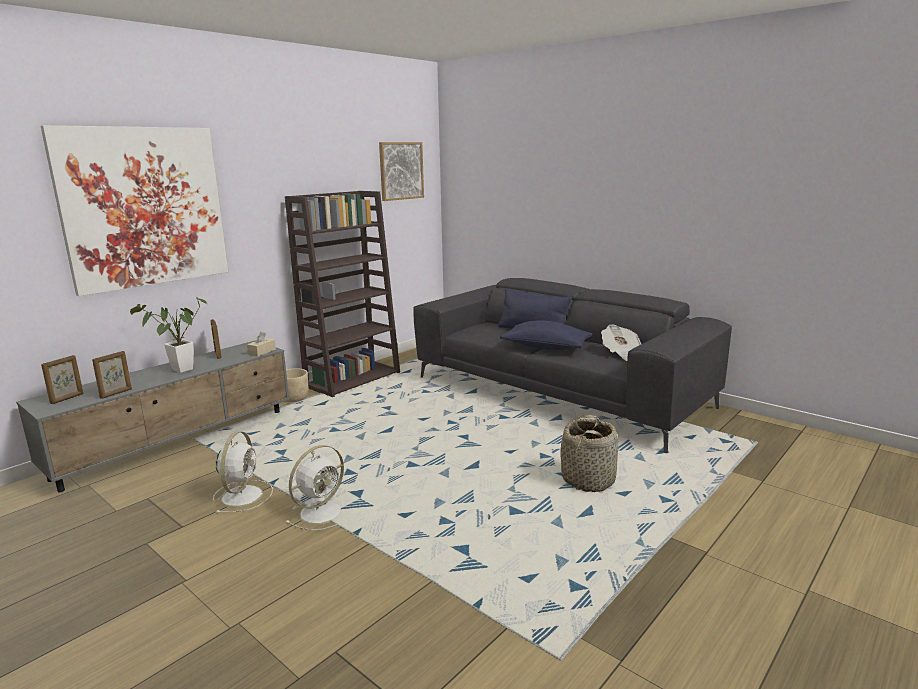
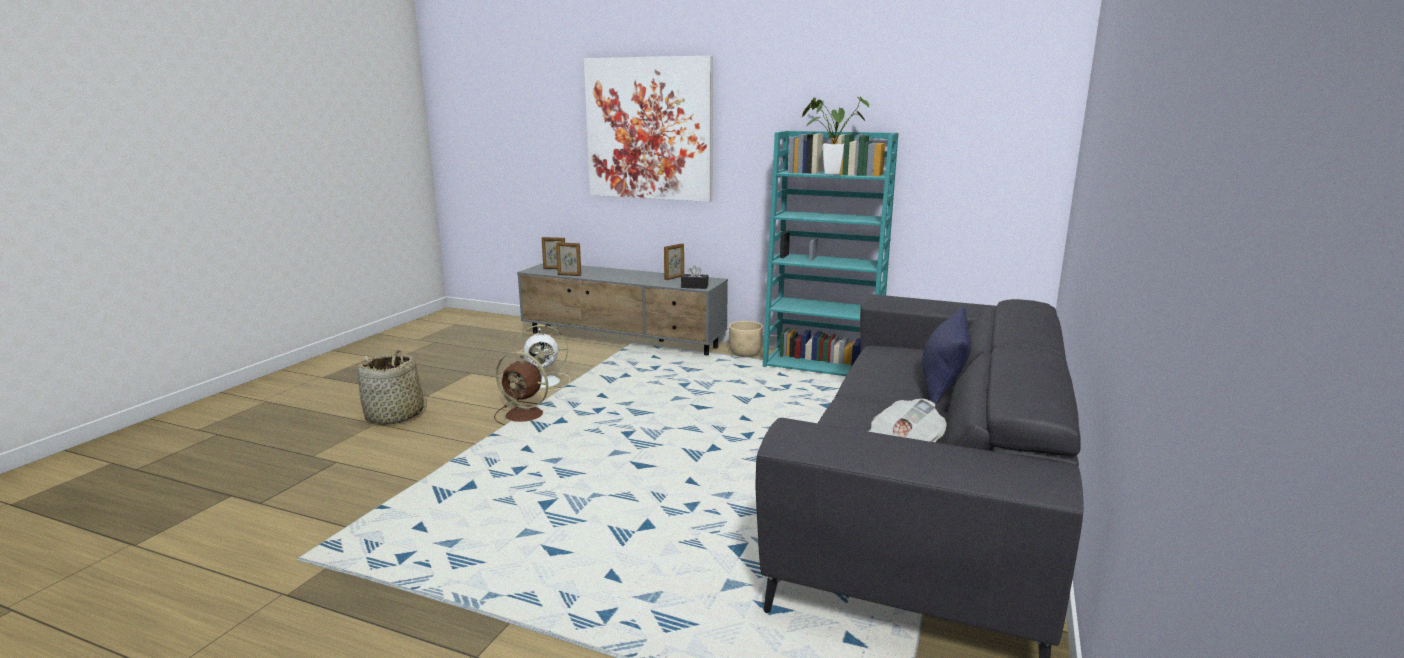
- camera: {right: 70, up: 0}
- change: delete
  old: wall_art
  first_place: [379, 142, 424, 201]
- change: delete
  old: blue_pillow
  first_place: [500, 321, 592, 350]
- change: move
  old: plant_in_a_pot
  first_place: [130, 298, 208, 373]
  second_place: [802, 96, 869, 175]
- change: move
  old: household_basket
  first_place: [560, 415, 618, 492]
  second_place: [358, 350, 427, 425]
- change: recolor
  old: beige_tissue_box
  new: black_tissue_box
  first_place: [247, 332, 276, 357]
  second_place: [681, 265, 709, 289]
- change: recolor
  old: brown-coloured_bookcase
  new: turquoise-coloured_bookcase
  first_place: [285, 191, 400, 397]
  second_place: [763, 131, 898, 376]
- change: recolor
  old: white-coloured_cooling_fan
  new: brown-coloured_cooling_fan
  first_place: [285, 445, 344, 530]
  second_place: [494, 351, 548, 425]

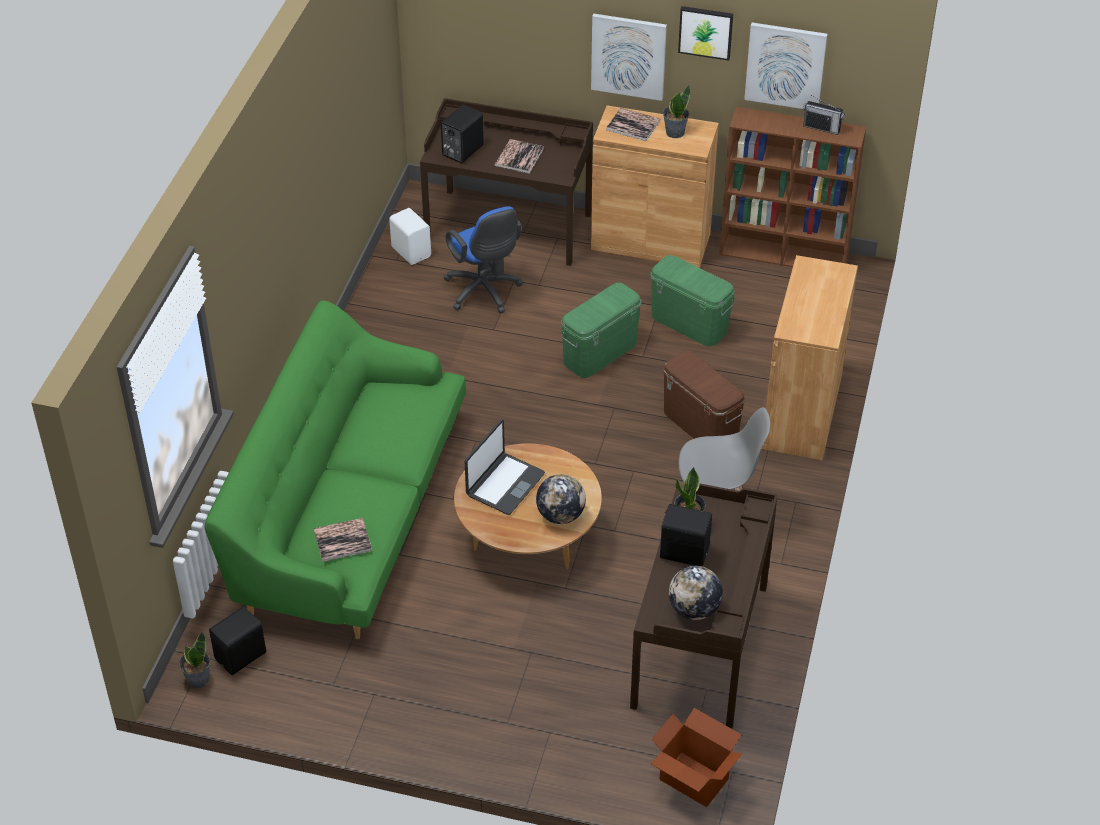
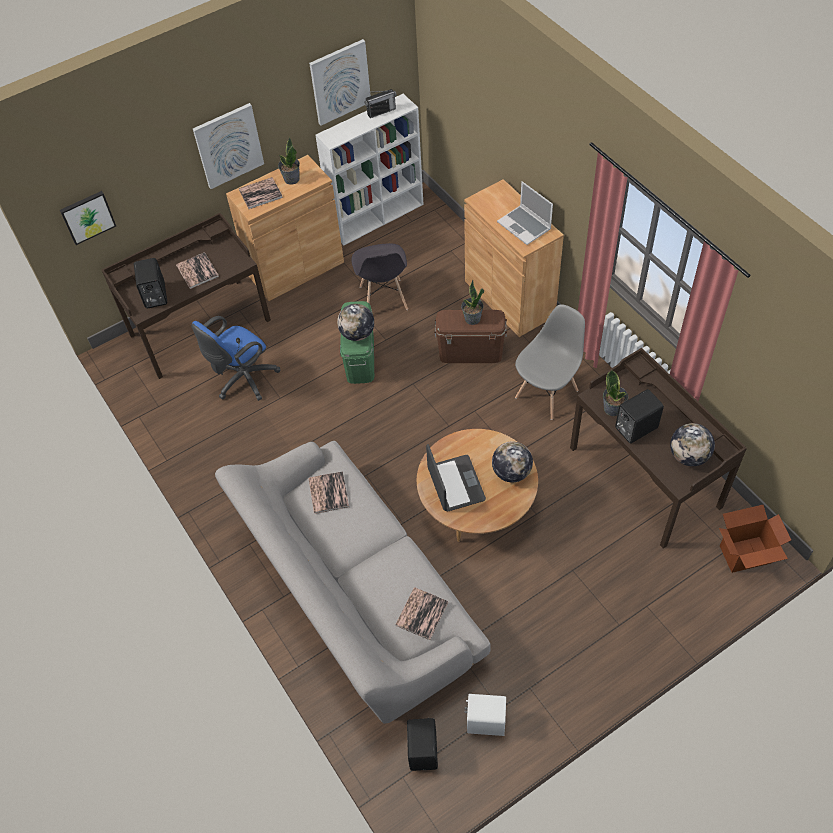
- camera: {right: -45, up: 10}
- change: insert
  new: bound_book
  second_place: [308, 471, 349, 514]
- change: insert
  new: desk_globe
  second_place: [337, 304, 374, 341]
- change: insert
  new: notebook_computer
  second_place: [497, 181, 553, 245]
- change: move
  old: plant_in_a_pot
  first_place: [179, 631, 210, 688]
  second_place: [461, 279, 484, 325]
- change: move
  old: white-coloured_speaker
  first_place: [389, 208, 431, 265]
  second_place: [464, 694, 506, 736]
- change: move
  old: wall_art
  first_place: [678, 6, 733, 61]
  second_place: [60, 191, 116, 245]
- change: replace
  old: greenish_storage_box
  new: greyish_plain_chair
  first_place: [650, 255, 735, 347]
  second_place: [351, 243, 408, 310]
- change: recolor
  old: greenish_sofa
  new: greyish_sofa
  first_place: [205, 300, 466, 639]
  second_place: [215, 441, 490, 723]
- change: recolor
  old: brown-coloured_bookcase
  new: white-coloured_bookcase
  first_place: [719, 107, 866, 267]
  second_place: [315, 94, 424, 245]
- change: rotate
  old: blue_computer_chair
  first_place: [444, 206, 523, 314]
  second_place: [191, 316, 281, 401]
  degrees: 120

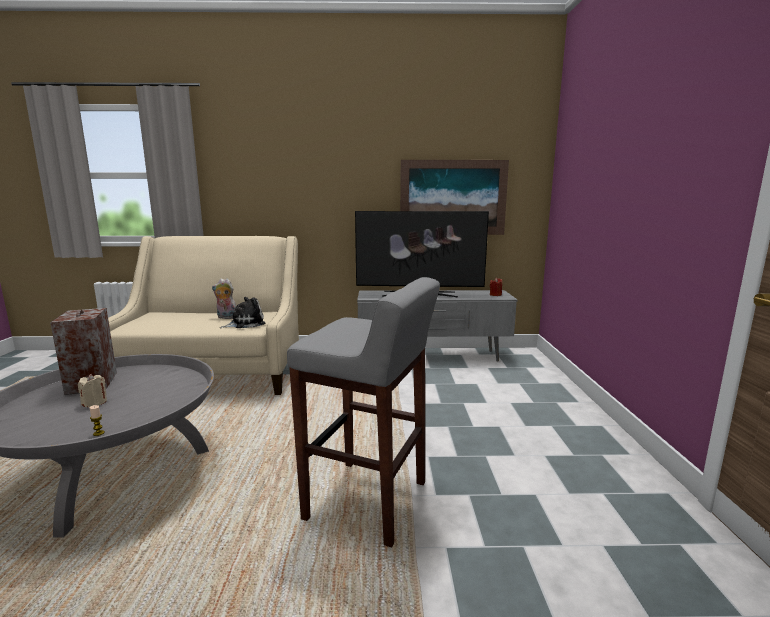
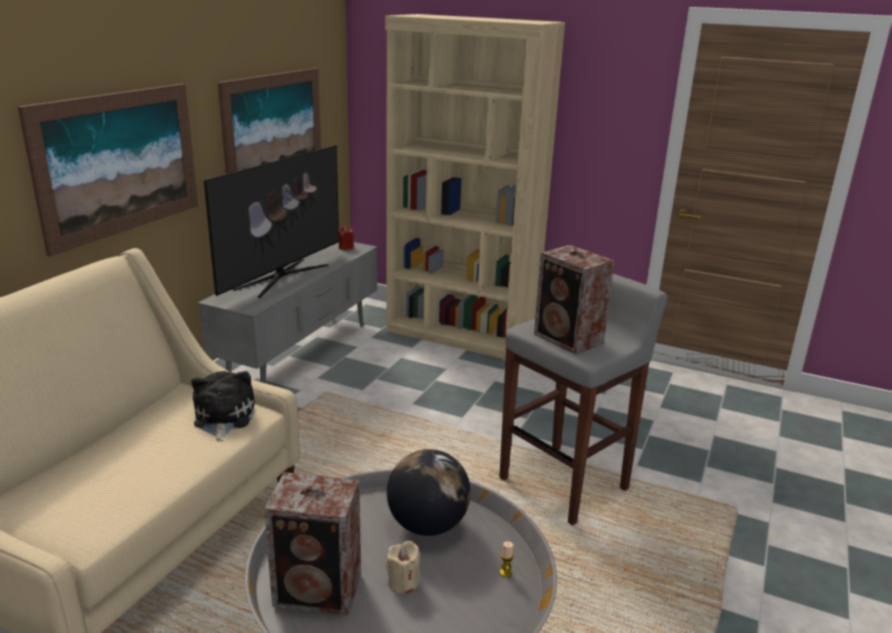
- camera: {right: -65, up: 10}
- change: delete
  old: soft_toy
  first_place: [212, 278, 237, 319]
- change: insert
  new: wall_art
  second_place: [18, 84, 198, 256]
- change: insert
  new: beige_bookcase
  second_place: [385, 14, 565, 361]
- change: insert
  new: desk_globe
  second_place: [387, 449, 471, 536]
- change: insert
  new: speaker
  second_place: [534, 245, 615, 354]

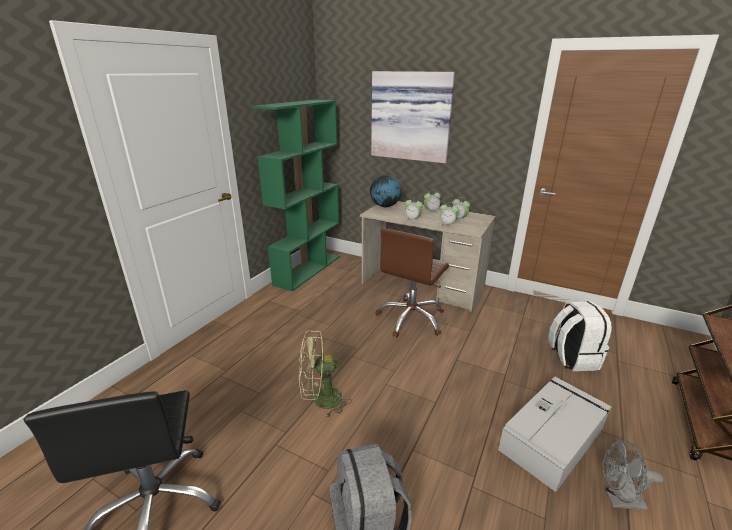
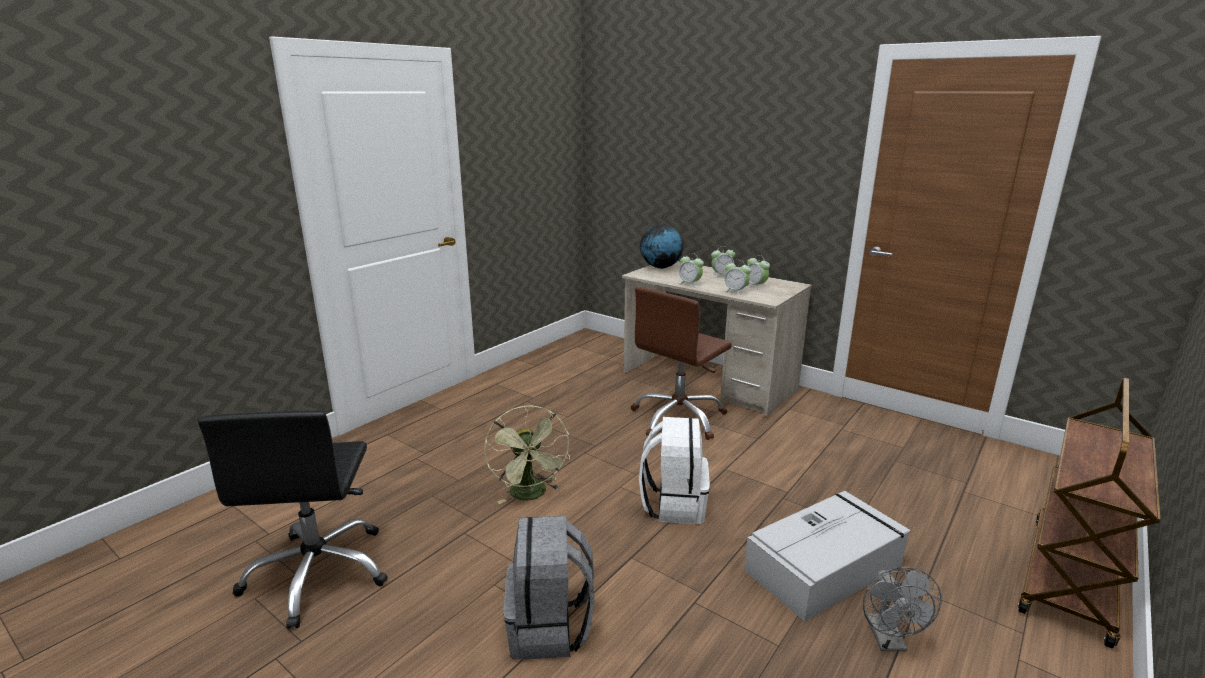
- camera: {right: 10, up: -5}
- change: delete
  old: greenish_bookcase
  first_place: [252, 100, 340, 292]
- change: delete
  old: wall_art
  first_place: [371, 71, 455, 163]
- change: move
  old: white-coloured_backpack
  first_place: [548, 301, 612, 371]
  second_place: [639, 417, 710, 524]
- change: rotate
  old: greenish_cooling_fan
  first_place: [299, 331, 352, 418]
  second_place: [484, 405, 570, 504]
  degrees: -105
- change: rotate
  old: greyish_cooling_fan
  first_place: [603, 440, 664, 511]
  second_place: [863, 567, 942, 652]
  degrees: -105

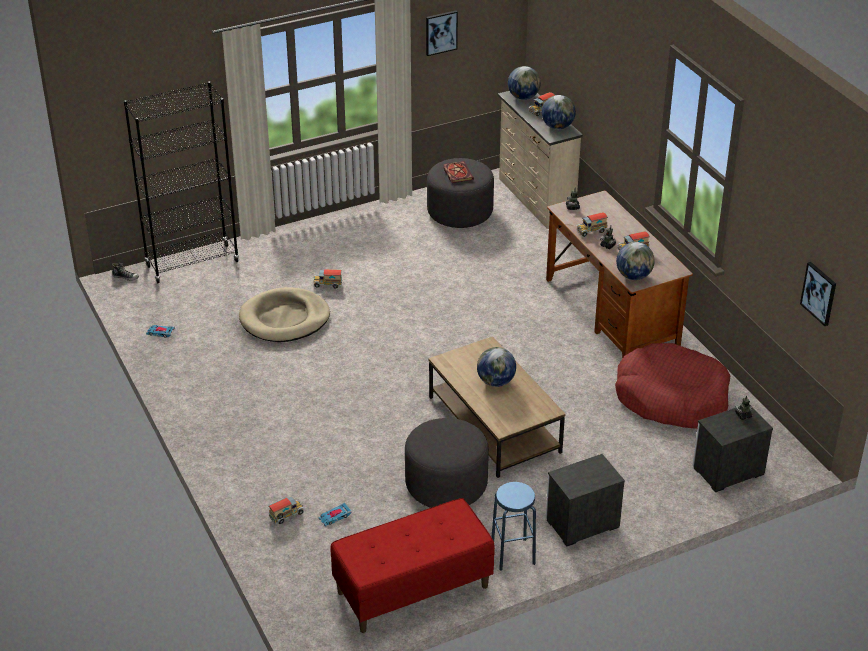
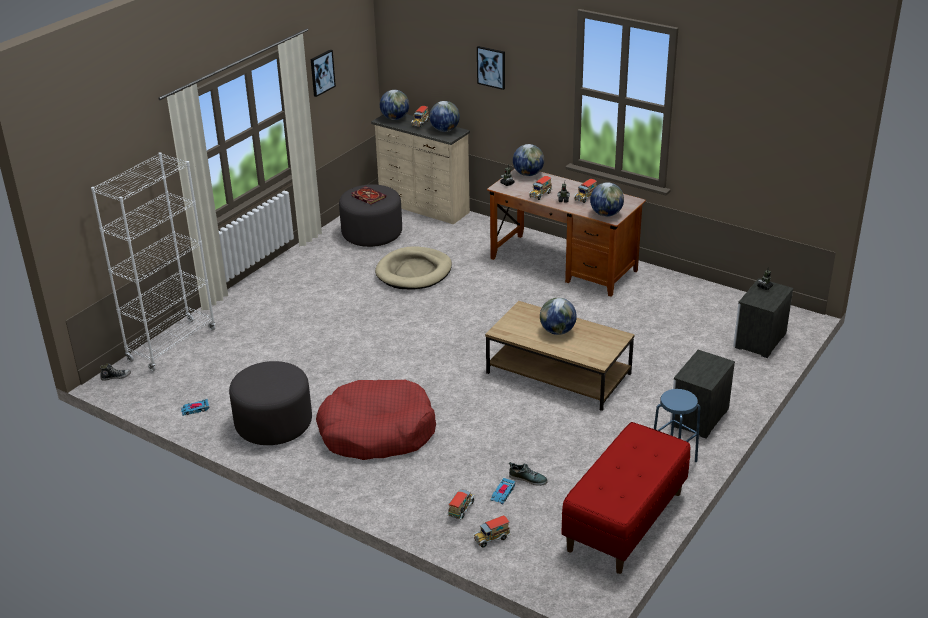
- camera: {right: -30, up: -5}
- change: insert
  new: item_of_footwear
  second_place: [509, 462, 548, 486]
- change: insert
  new: desk_globe
  second_place: [513, 144, 544, 176]
- change: move
  old: beige_dog_cushion
  first_place: [239, 287, 330, 342]
  second_place: [375, 246, 452, 289]
- change: move
  old: model_truck
  first_place: [313, 269, 342, 289]
  second_place: [473, 515, 510, 548]
- change: move
  old: greyish_ottoman
  first_place: [405, 418, 489, 508]
  second_place: [229, 361, 312, 445]
- change: move
  old: red-coloured_dog_cushion
  first_place: [615, 343, 730, 429]
  second_place: [316, 380, 436, 460]
- change: move
  old: wall_art
  first_place: [800, 262, 836, 326]
  second_place: [477, 46, 505, 90]
- change: recolor
  old: black_bookcase
  new: white-coloured_bookcase
  first_place: [124, 81, 239, 283]
  second_place: [91, 152, 216, 371]

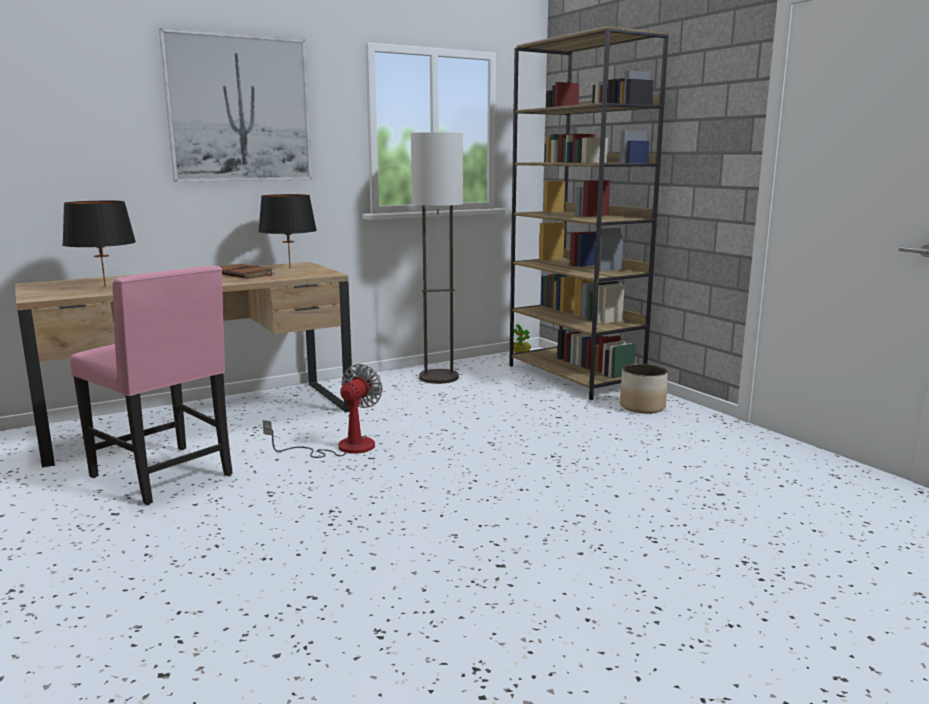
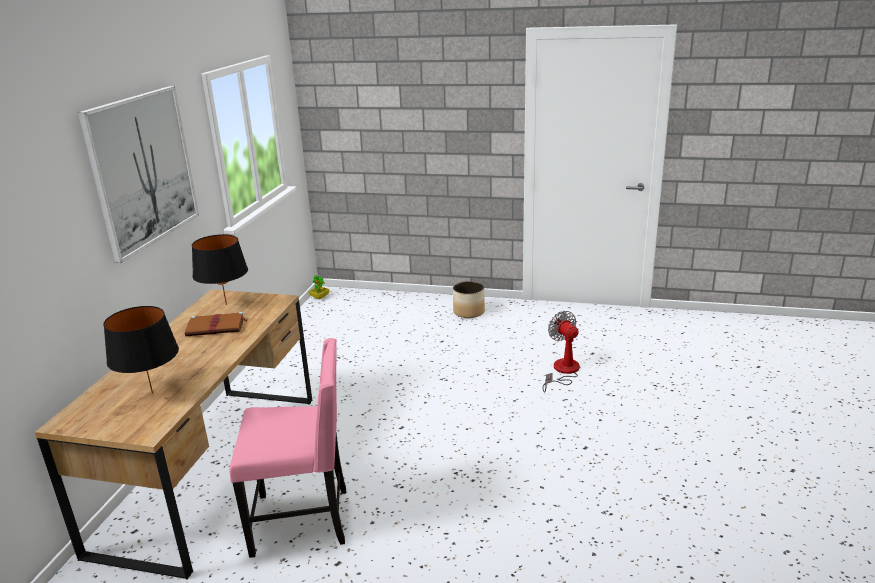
- camera: {right: -45, up: 10}
- change: delete
  old: floor_lamp
  first_place: [411, 132, 463, 384]
- change: delete
  old: brown-coloured_bookcase
  first_place: [509, 26, 669, 400]
- change: move
  old: cooling_fan
  first_place: [263, 364, 383, 458]
  second_place: [543, 311, 580, 393]

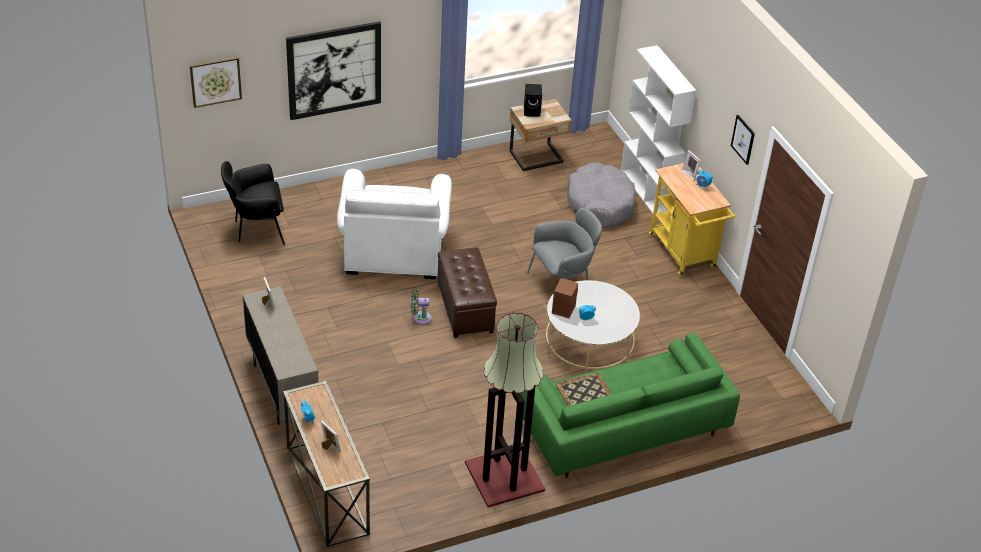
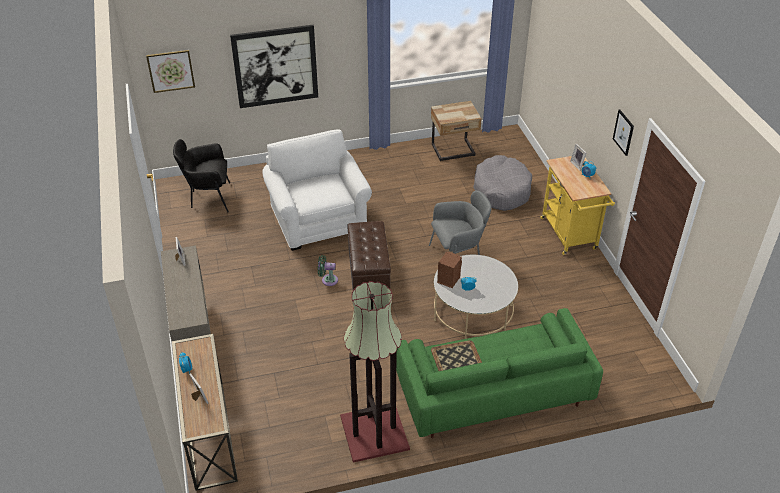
- camera: {right: 10, up: 0}
- change: delete
  old: black_speaker
  first_place: [524, 84, 542, 117]
- change: delete
  old: white-coloured_bookcase
  first_place: [621, 45, 696, 214]
- change: rotate
  old: white-coloured_lounge_chair
  first_place: [337, 169, 452, 279]
  second_place: [262, 129, 372, 251]
  degrees: 150

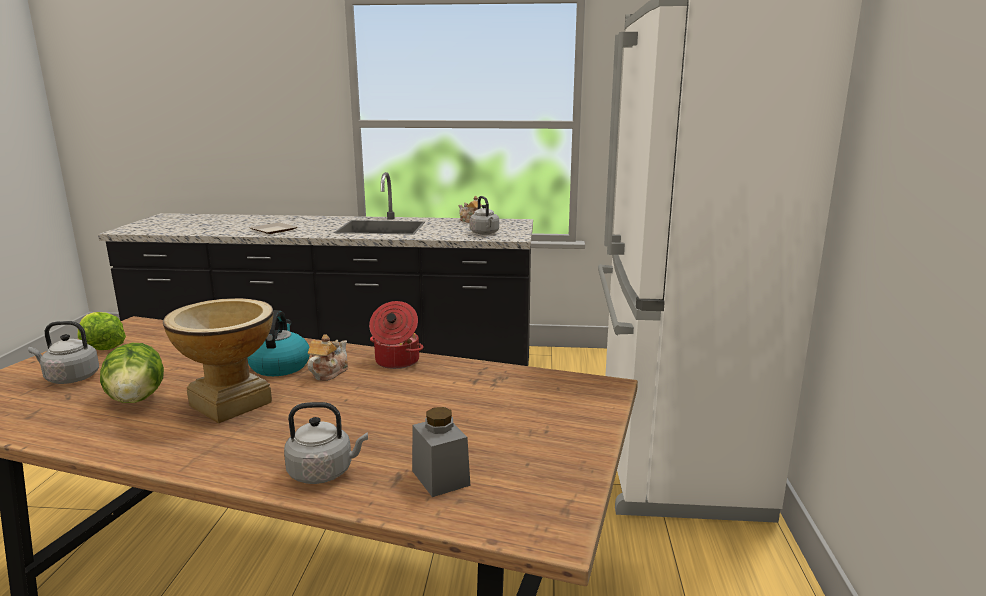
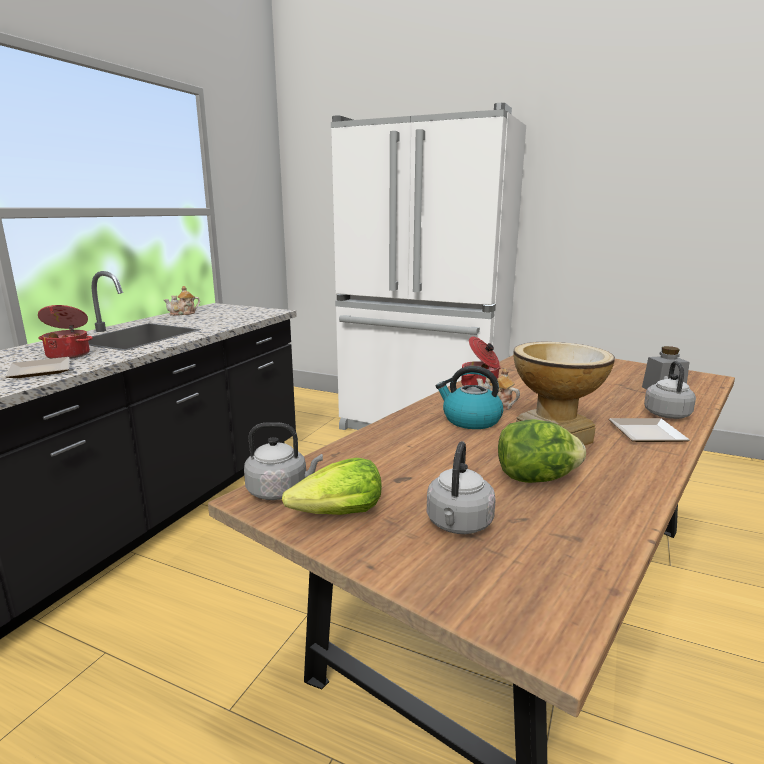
- camera: {right: -70, up: 0}
- change: insert
  new: cooking_pot
  second_place: [38, 305, 93, 359]
- change: insert
  new: dinner_plate
  second_place: [609, 418, 690, 442]
- change: move
  old: greyish_kettle
  first_place: [470, 196, 499, 235]
  second_place: [244, 422, 323, 500]

